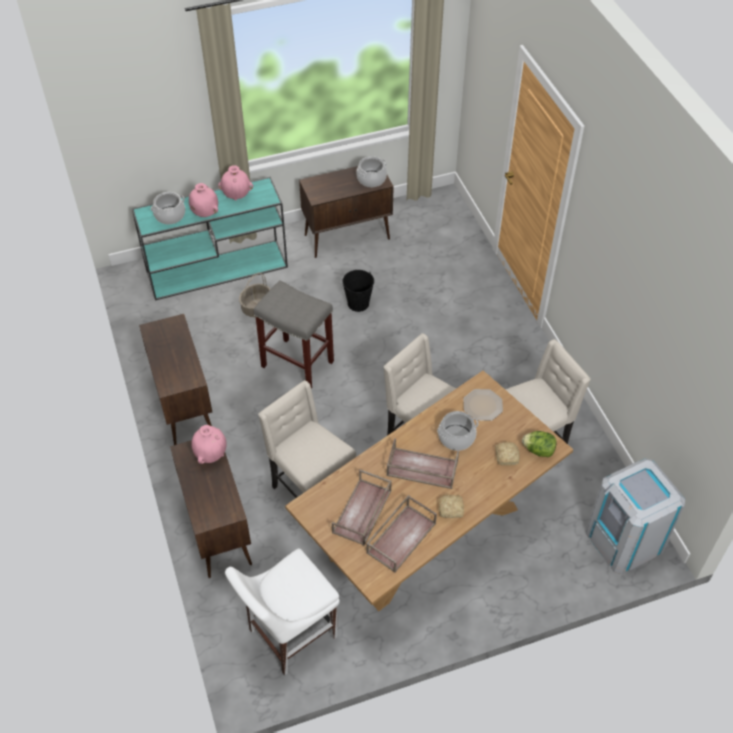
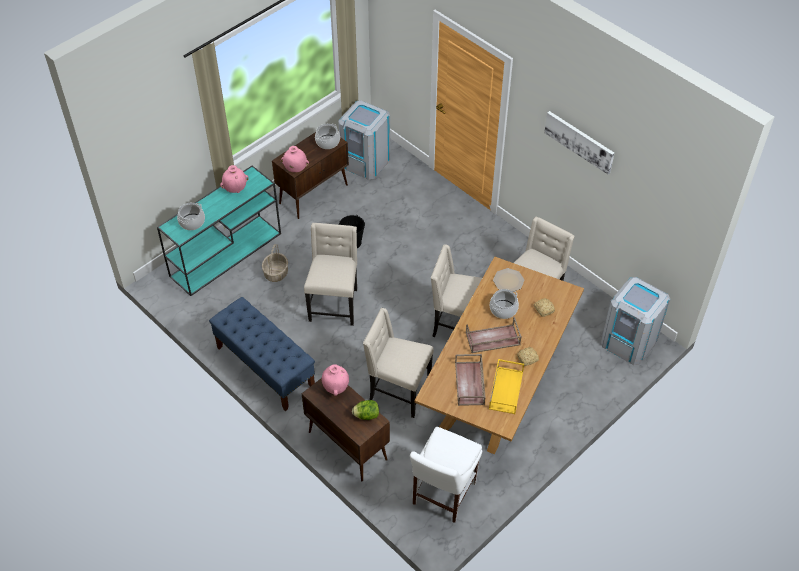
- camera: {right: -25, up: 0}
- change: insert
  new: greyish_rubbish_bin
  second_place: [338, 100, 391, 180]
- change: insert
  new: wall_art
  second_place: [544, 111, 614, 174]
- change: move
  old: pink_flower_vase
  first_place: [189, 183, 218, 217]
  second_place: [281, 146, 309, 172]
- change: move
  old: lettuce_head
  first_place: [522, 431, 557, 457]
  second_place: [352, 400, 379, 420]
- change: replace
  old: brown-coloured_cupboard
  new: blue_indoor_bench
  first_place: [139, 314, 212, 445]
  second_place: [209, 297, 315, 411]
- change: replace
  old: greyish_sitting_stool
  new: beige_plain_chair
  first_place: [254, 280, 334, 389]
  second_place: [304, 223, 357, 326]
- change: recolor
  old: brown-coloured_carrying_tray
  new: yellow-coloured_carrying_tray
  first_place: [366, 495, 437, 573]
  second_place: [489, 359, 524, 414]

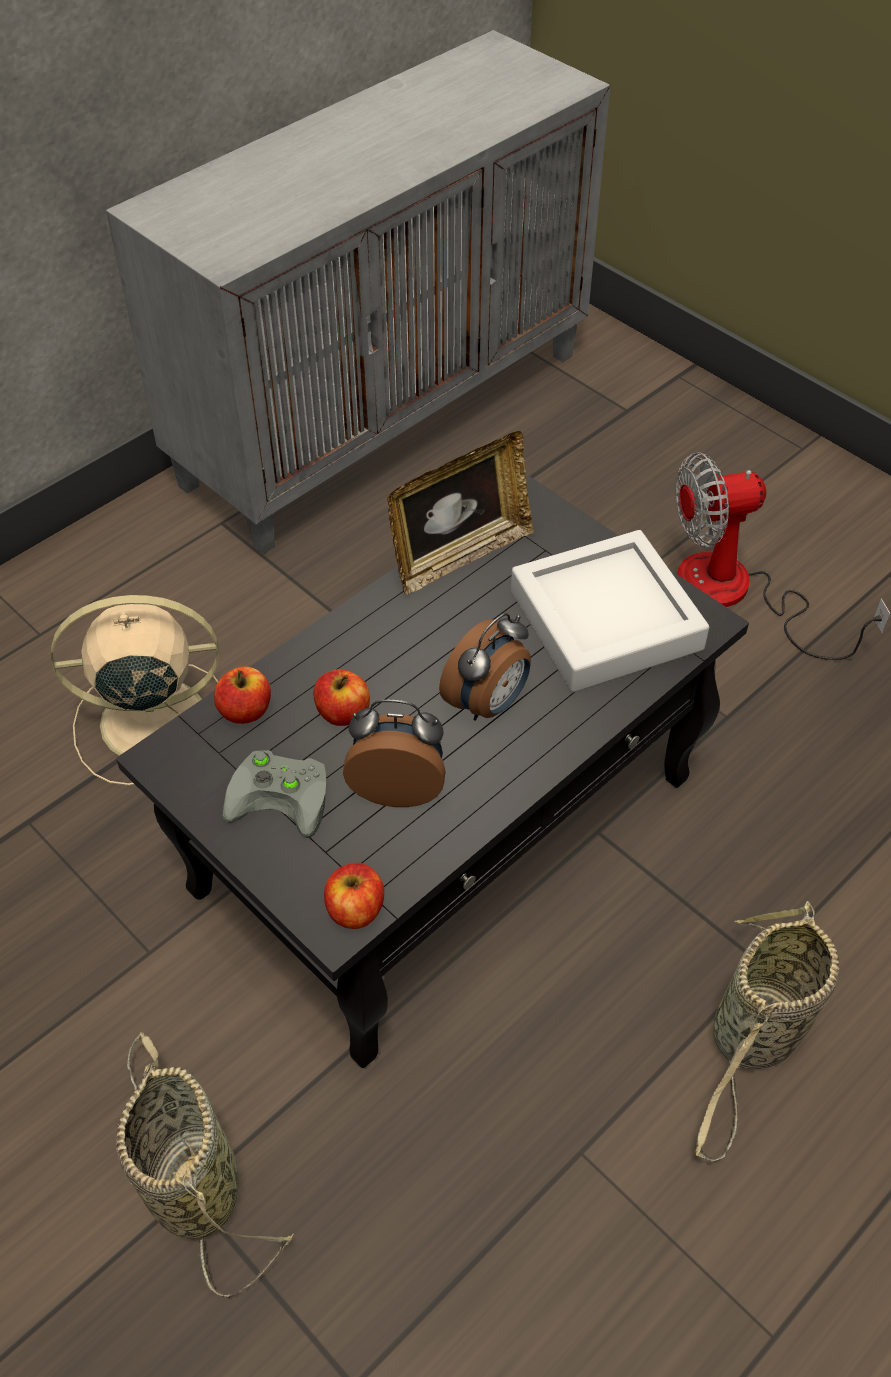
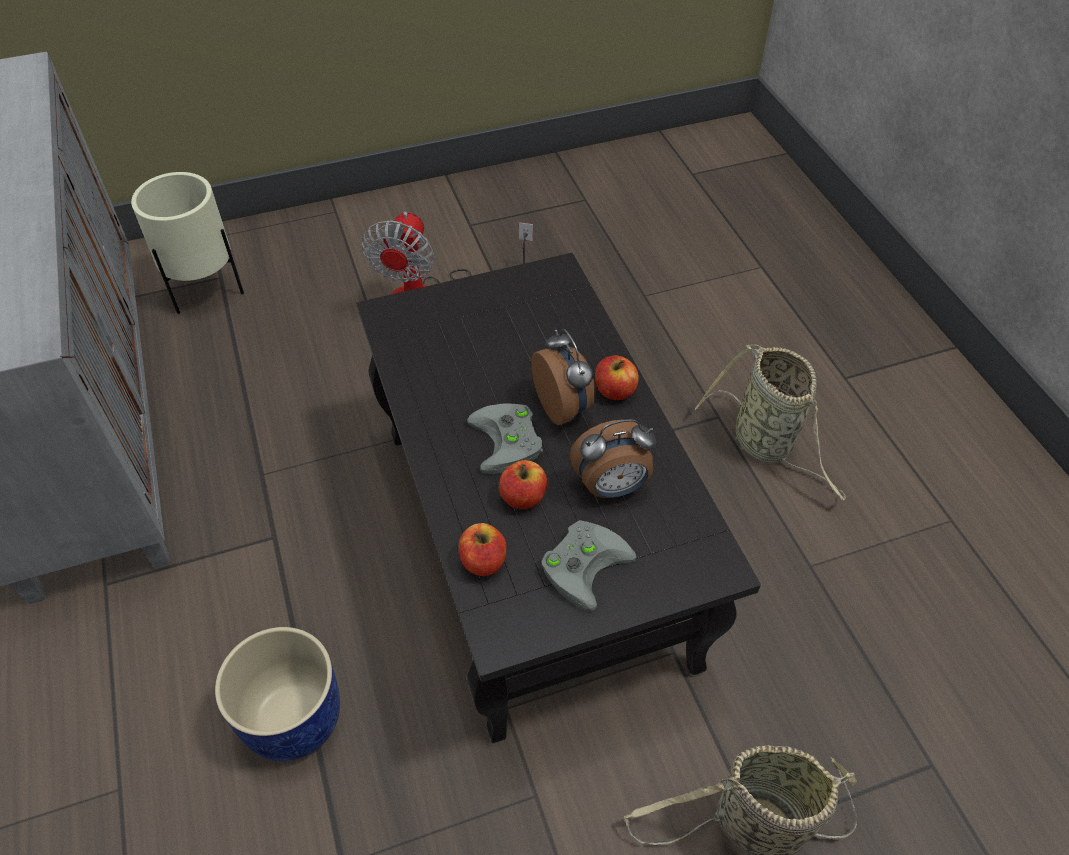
- camera: {right: -65, up: 0}
- change: delete
  old: photo_frame
  first_place: [387, 431, 534, 595]
- change: delete
  old: greyish_carrying_tray
  first_place: [511, 530, 709, 692]
- change: insert
  new: beige_plant_pot
  second_place: [131, 172, 244, 314]
- change: insert
  new: greyish_game_controller
  second_place: [467, 404, 543, 474]
- change: move
  old: apple
  first_place: [324, 863, 384, 929]
  second_place: [595, 356, 639, 400]
- change: replace
  old: beige_cooling_fan
  new: blue_plant_pot
  first_place: [51, 595, 219, 786]
  second_place: [215, 627, 340, 762]
- change: rotate
  old: alarm_clock
  first_place: [343, 700, 446, 807]
  second_place: [570, 419, 656, 498]
  degrees: -135

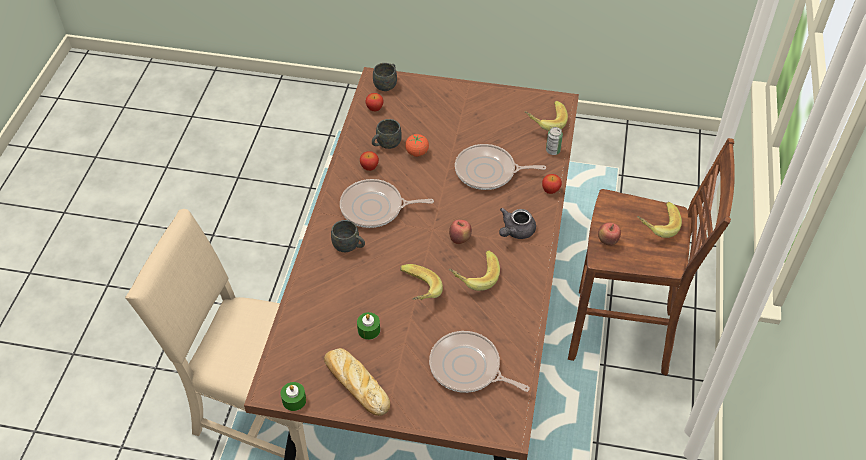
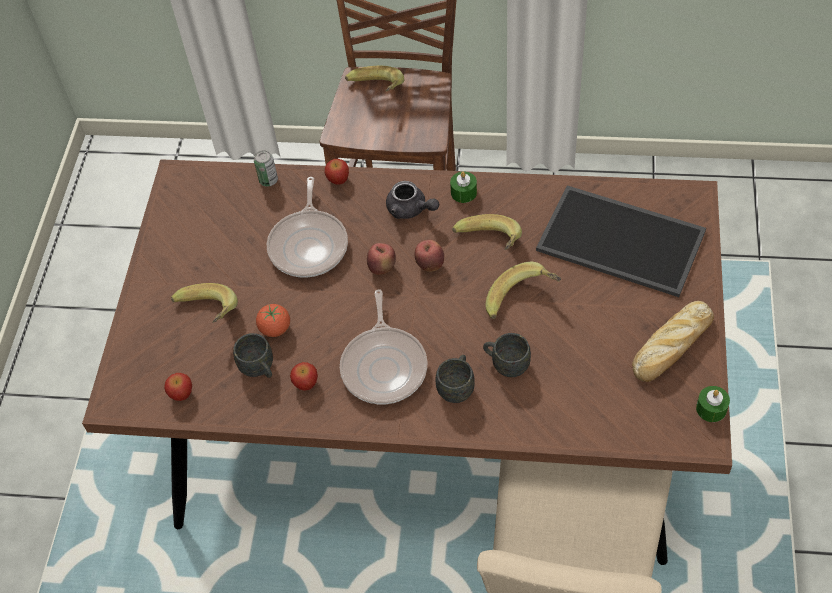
- camera: {right: -90, up: 5}
- change: move
  old: greenish_wax_light
  first_place: [357, 312, 380, 340]
  second_place: [450, 171, 477, 203]
- change: move
  old: greyish_mug
  first_place: [373, 63, 397, 91]
  second_place: [483, 333, 531, 377]
- change: move
  old: banana_fruit
  first_place: [525, 101, 568, 131]
  second_place: [171, 283, 238, 323]
- change: move
  old: apple
  first_place: [598, 222, 621, 246]
  second_place: [367, 243, 396, 275]
- change: replace
  old: pan
  new: carrying_tray
  first_place: [429, 331, 530, 393]
  second_place: [536, 185, 706, 297]

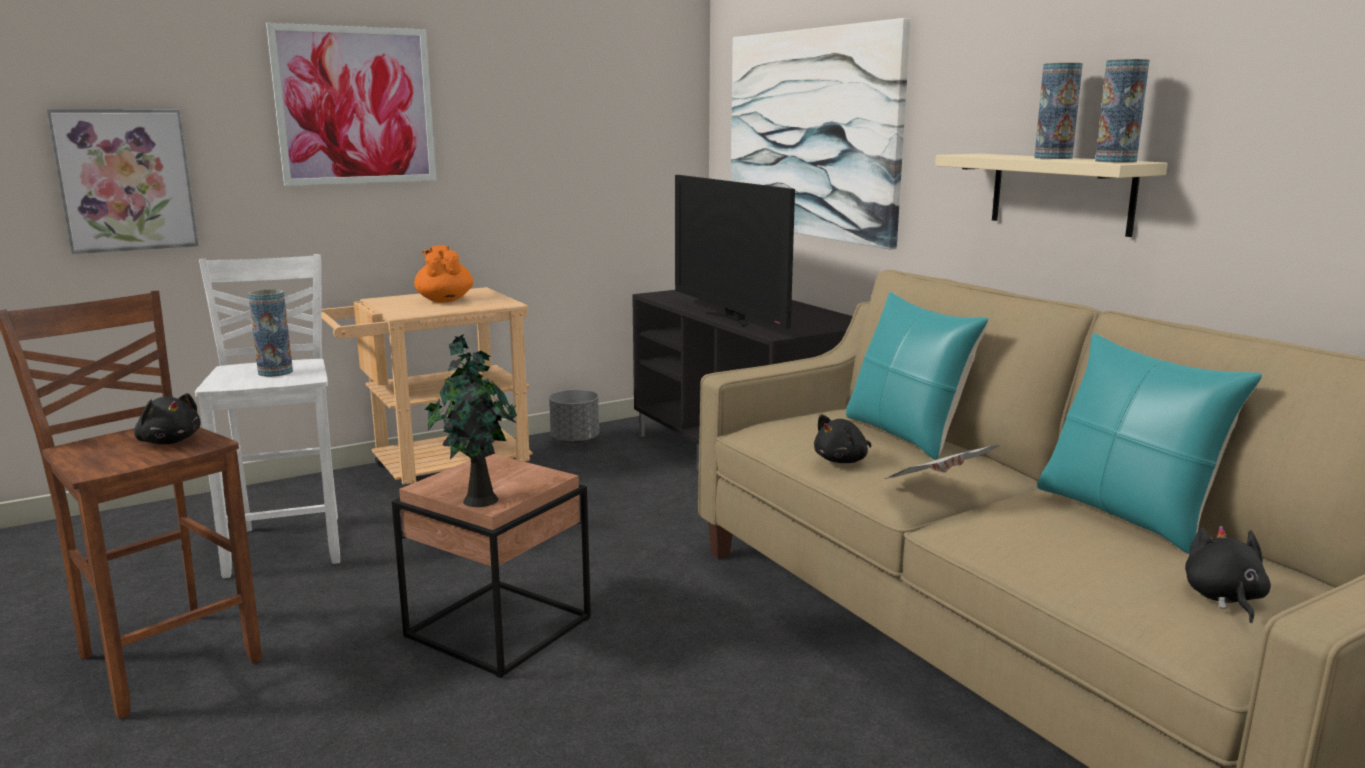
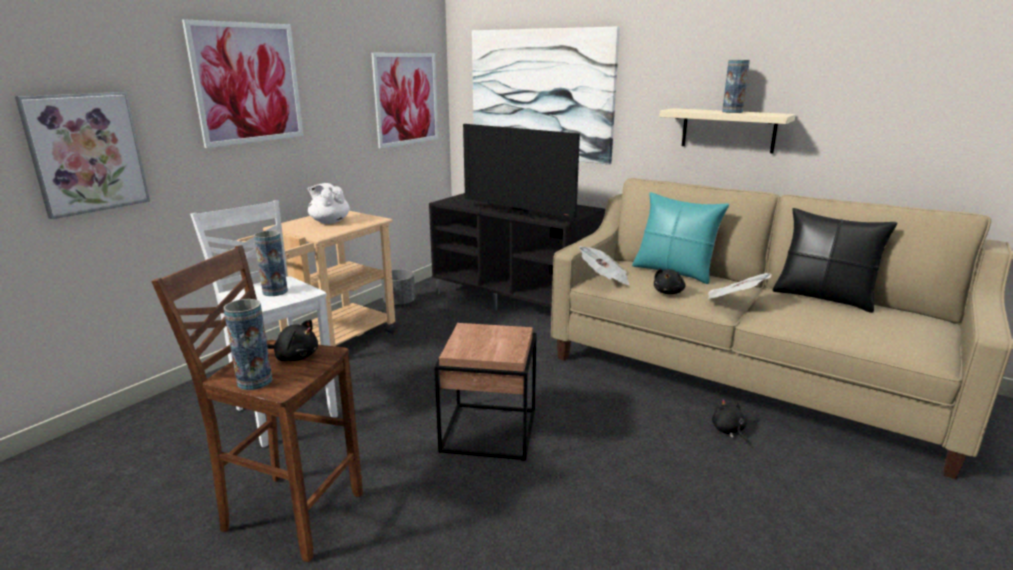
- camera: {right: -25, up: 5}
- change: delete
  old: plant_in_a_pot
  first_place: [425, 334, 517, 507]
- change: insert
  new: wall_art
  second_place: [371, 53, 438, 149]
- change: insert
  new: daily_paper
  second_place: [579, 246, 629, 285]
- change: move
  old: flower_vase
  first_place: [1095, 59, 1149, 163]
  second_place: [223, 299, 272, 390]
- change: move
  old: black_soft_toy
  first_place: [1185, 526, 1271, 623]
  second_place: [712, 399, 747, 444]
- change: recolor
  old: orangey_teapot
  new: white-coloured_teapot
  first_place: [414, 245, 473, 303]
  second_place: [307, 183, 350, 224]
- change: recolor
  old: turquoise-coloured_pillow
  new: black_pillow
  first_place: [1037, 334, 1262, 554]
  second_place: [773, 208, 897, 313]

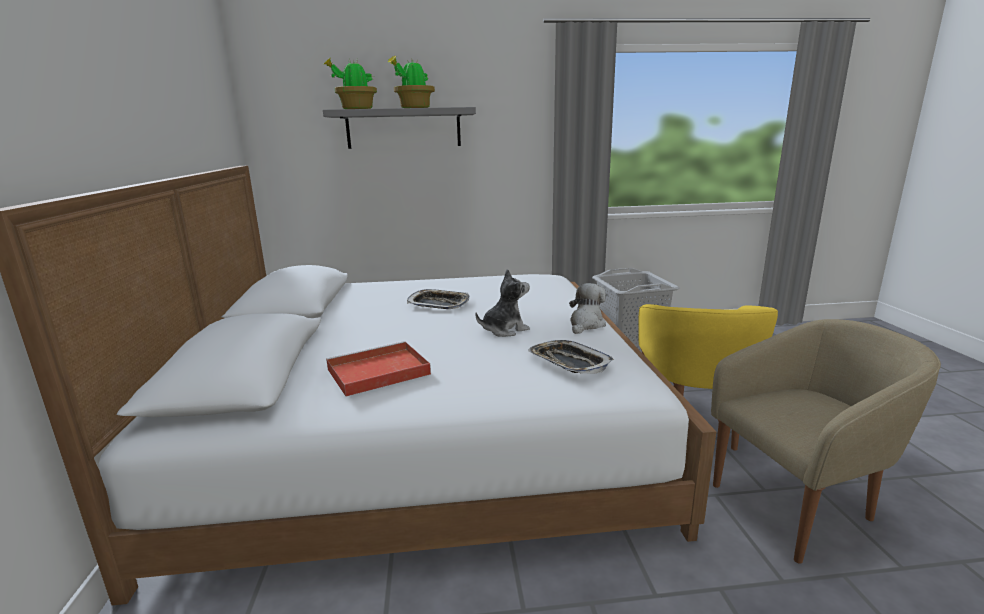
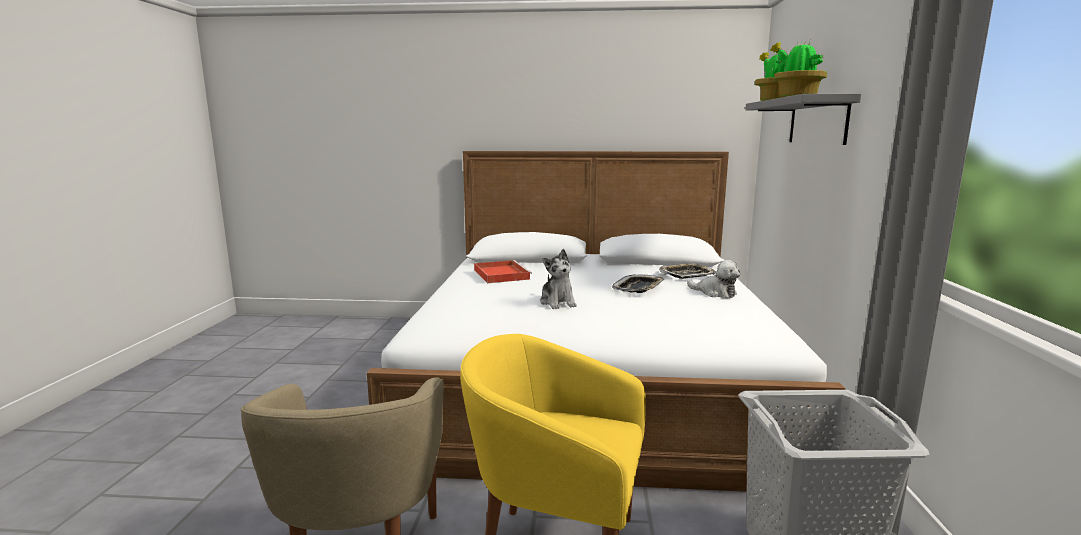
- camera: {right: 100, up: -5}
- change: move
  old: carrying_tray
  first_place: [528, 340, 614, 374]
  second_place: [659, 263, 716, 279]
- change: move
  old: soft_toy
  first_place: [569, 283, 606, 334]
  second_place: [687, 260, 740, 298]

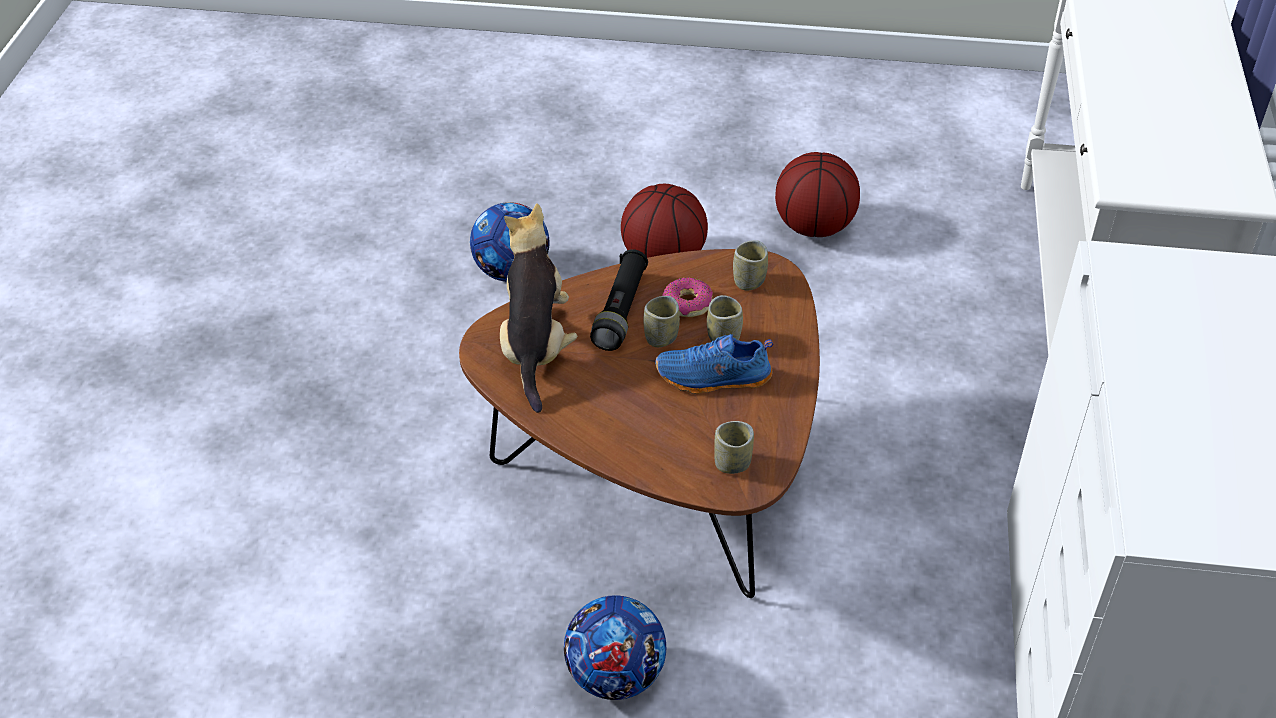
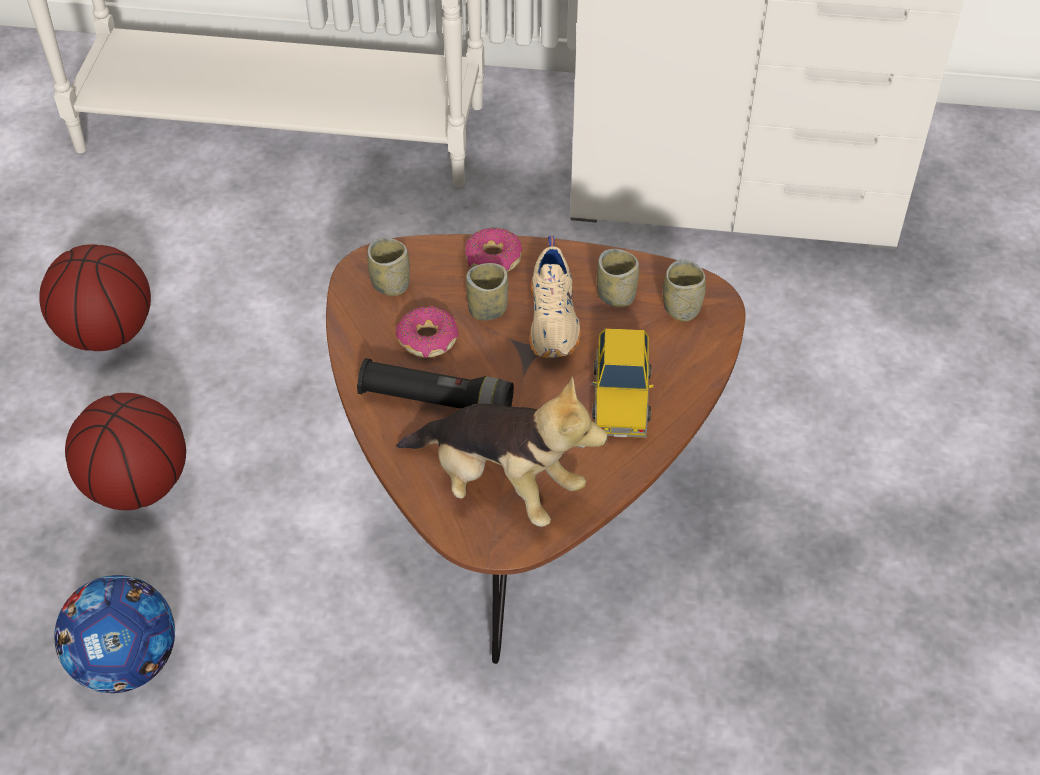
- camera: {right: -90, up: 5}
- change: delete
  old: ball_for_football
  first_place: [564, 595, 666, 700]
- change: insert
  new: donut
  second_place: [465, 228, 522, 272]
- change: insert
  new: miniature_car
  second_place: [592, 328, 653, 438]
- change: move
  old: small_cup
  first_place: [643, 296, 680, 347]
  second_place: [597, 249, 639, 307]
- change: recolor
  old: blue_item_of_footwear
  new: beige_item_of_footwear
  first_place: [655, 334, 773, 394]
  second_place: [529, 236, 580, 358]
- change: rotate
  old: soft_toy
  first_place: [500, 203, 577, 413]
  second_place: [396, 376, 608, 527]
  degrees: -150

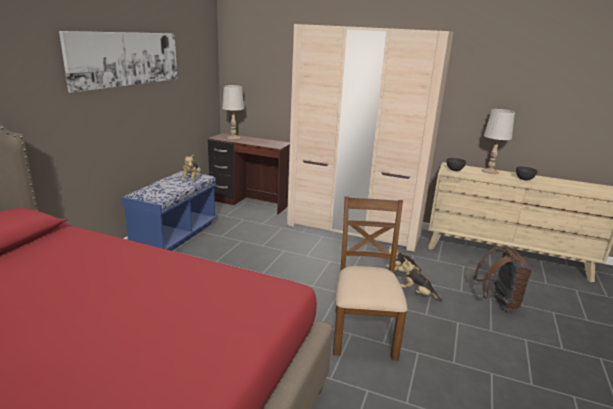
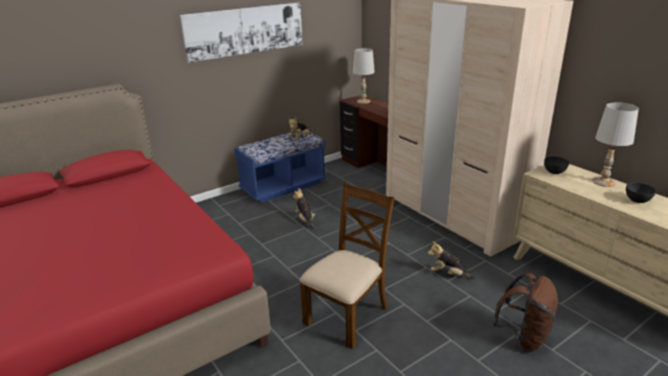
- camera: {right: 35, up: 5}
- change: move
  old: soft_toy
  first_place: [398, 258, 442, 302]
  second_place: [293, 188, 315, 229]

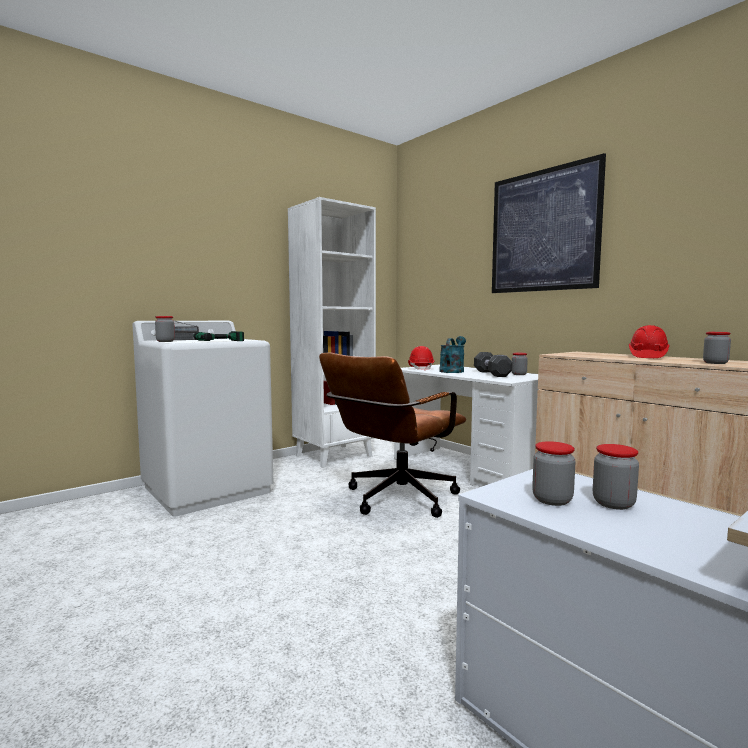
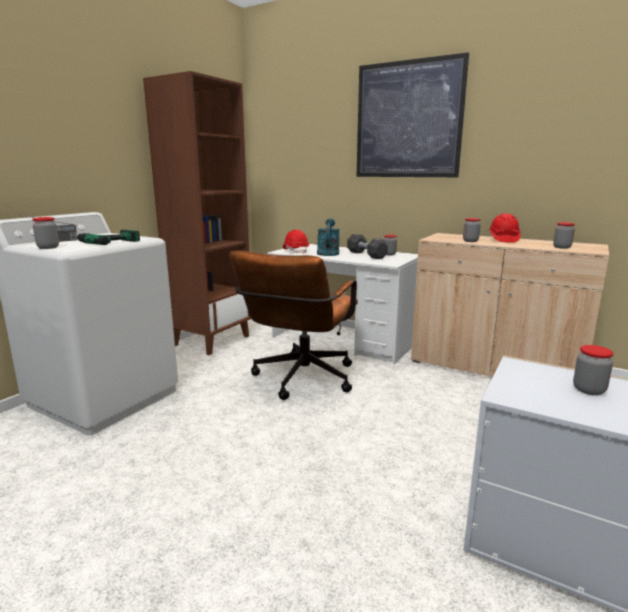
- camera: {right: -20, up: 10}
- change: move
  old: storage_jar
  first_place: [532, 441, 576, 506]
  second_place: [463, 218, 481, 242]
- change: recolor
  old: white-coloured_bookcase
  new: brown-coloured_bookcase
  first_place: [288, 197, 376, 468]
  second_place: [143, 71, 251, 355]

